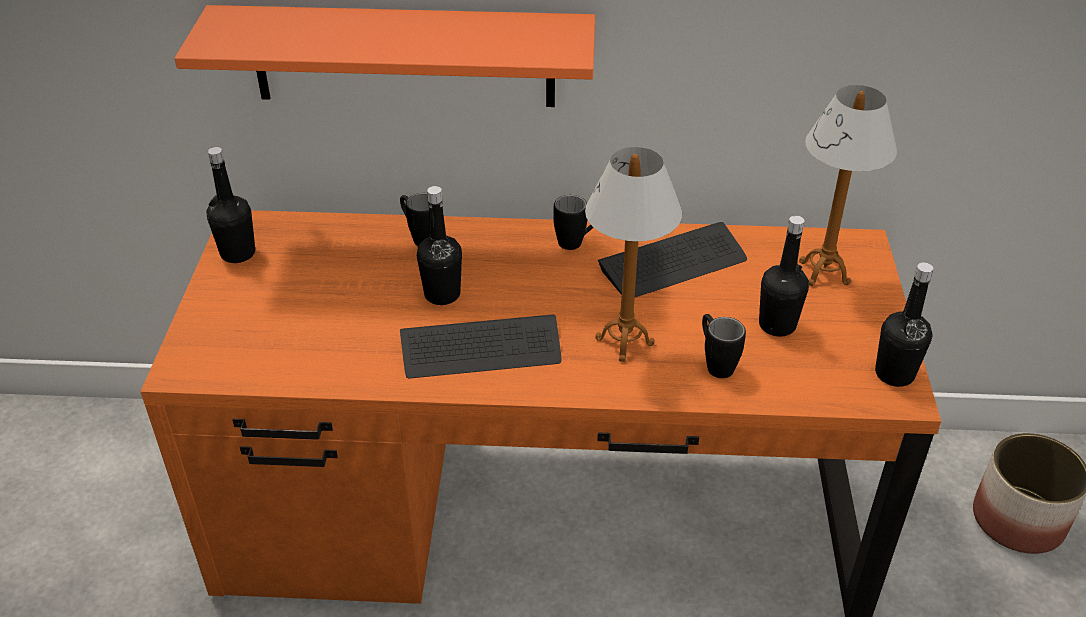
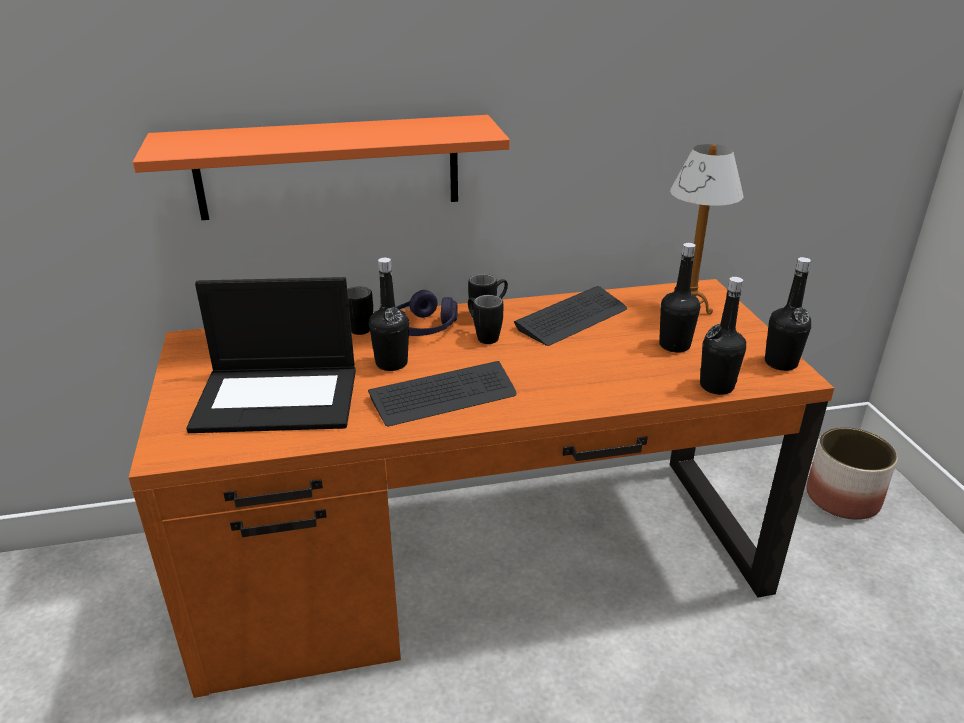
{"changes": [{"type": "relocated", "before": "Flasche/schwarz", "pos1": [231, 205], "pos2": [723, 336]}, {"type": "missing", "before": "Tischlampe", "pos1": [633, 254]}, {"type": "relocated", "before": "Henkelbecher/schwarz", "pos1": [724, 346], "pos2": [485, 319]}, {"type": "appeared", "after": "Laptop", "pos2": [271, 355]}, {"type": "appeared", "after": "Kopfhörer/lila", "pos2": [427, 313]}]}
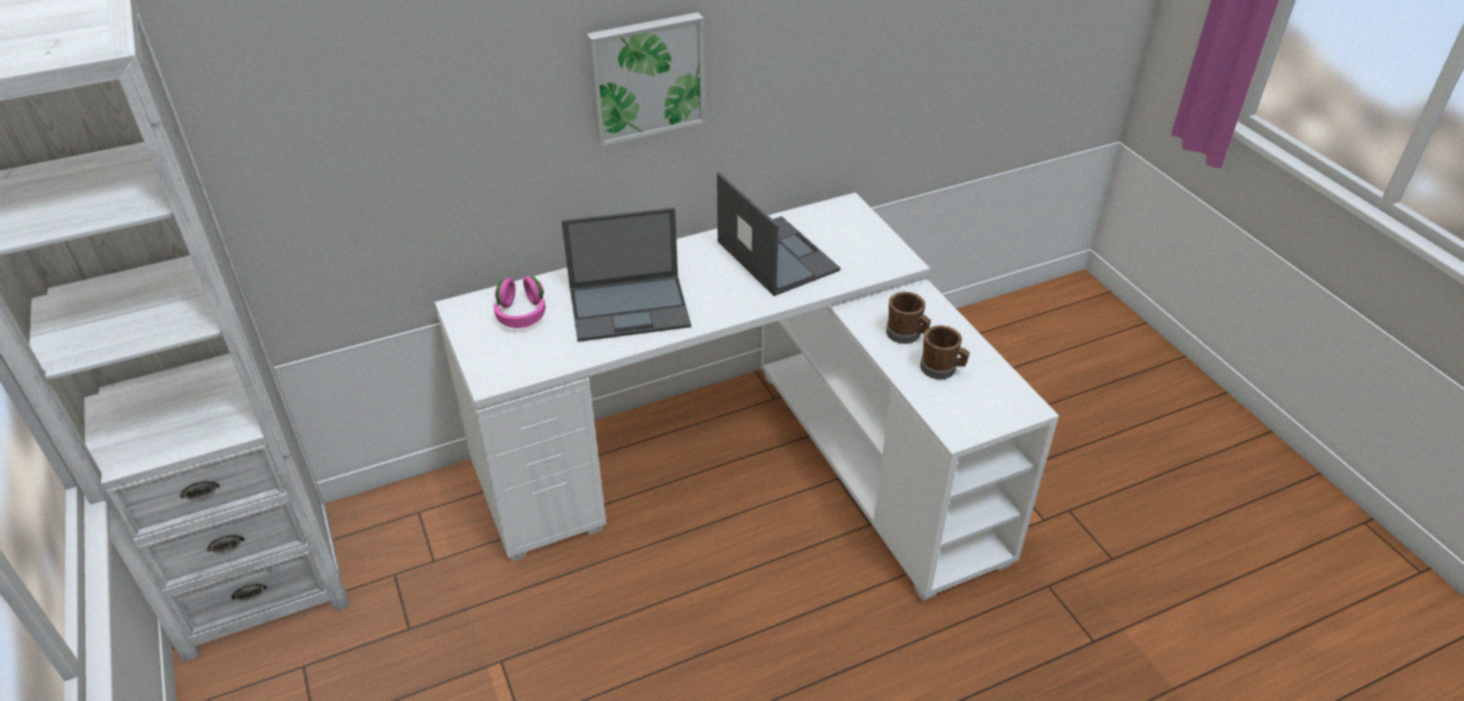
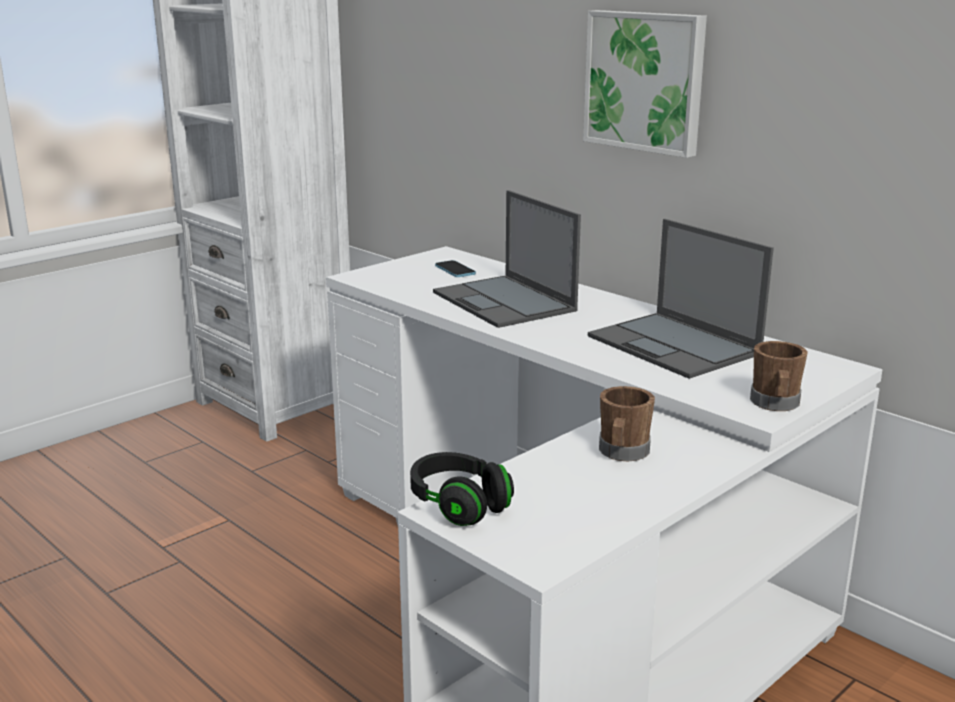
{"changes": [{"type": "spun", "before": "Laptop", "pos1": [778, 234], "pos2": [681, 299], "turn": 105}, {"type": "exchanged", "before": "Kopfhörer/rosa", "after": "Handy", "pos1": [519, 302], "pos2": [455, 268]}, {"type": "relocated", "before": "Henkelbecher/braun", "pos1": [945, 352], "pos2": [779, 376]}, {"type": "appeared", "after": "Kopfhörer/schwarz", "pos2": [462, 489]}]}
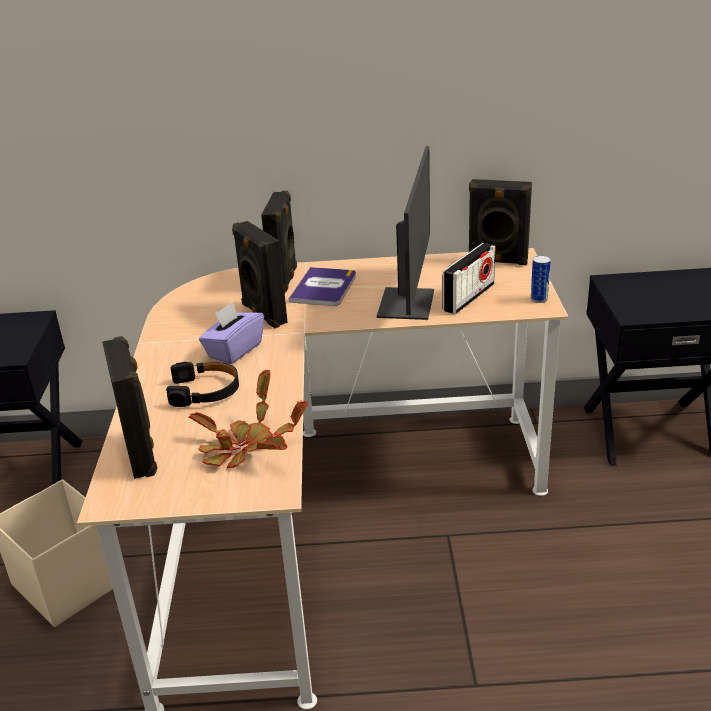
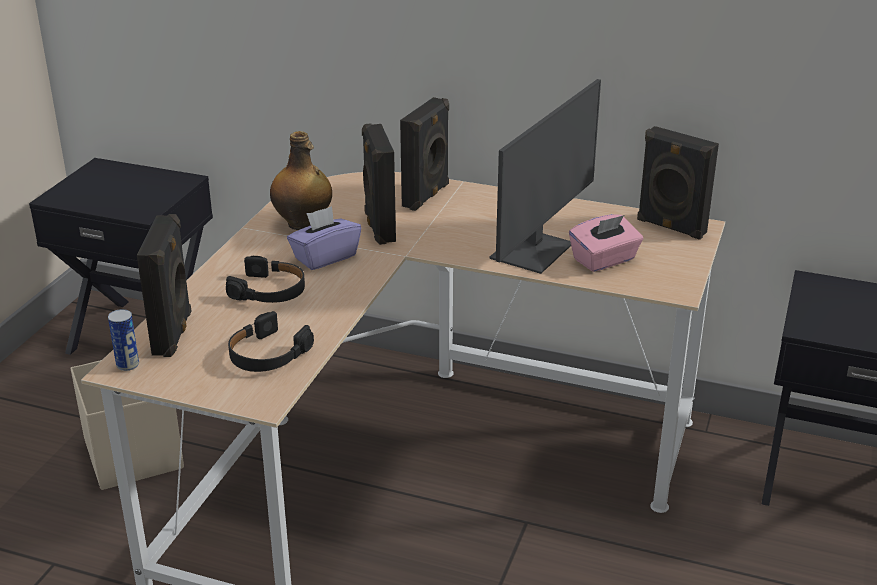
{"changes": [{"type": "exchanged", "before": "Radio", "after": "Taschentuchbox/rosa", "pos1": [468, 278], "pos2": [606, 243]}, {"type": "relocated", "before": "Dose", "pos1": [541, 279], "pos2": [123, 340]}, {"type": "missing", "before": "Buch", "pos1": [322, 286]}, {"type": "exchanged", "before": "Topfpflanze", "after": "Kopfhörer/schwarz", "pos1": [248, 419], "pos2": [271, 341]}, {"type": "appeared", "after": "Flasche", "pos2": [301, 180]}]}
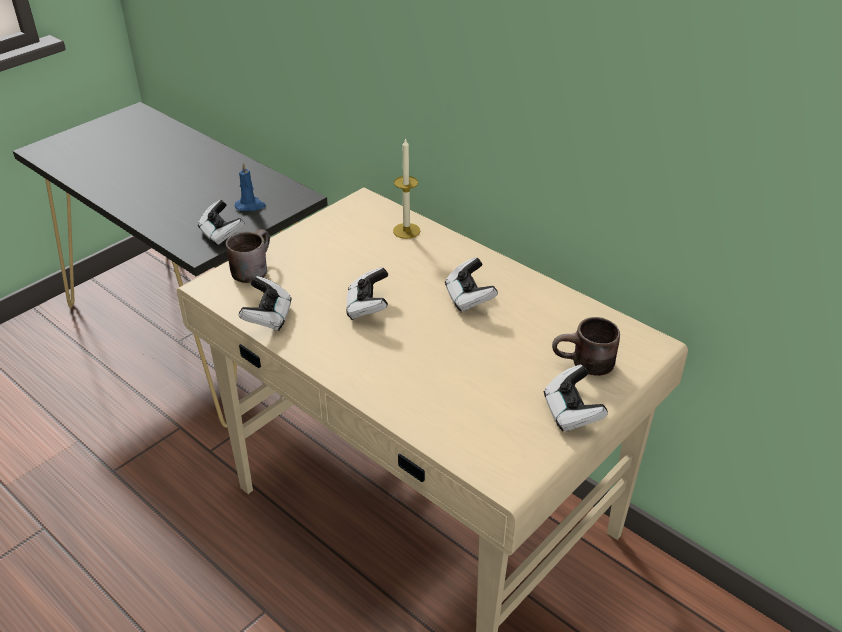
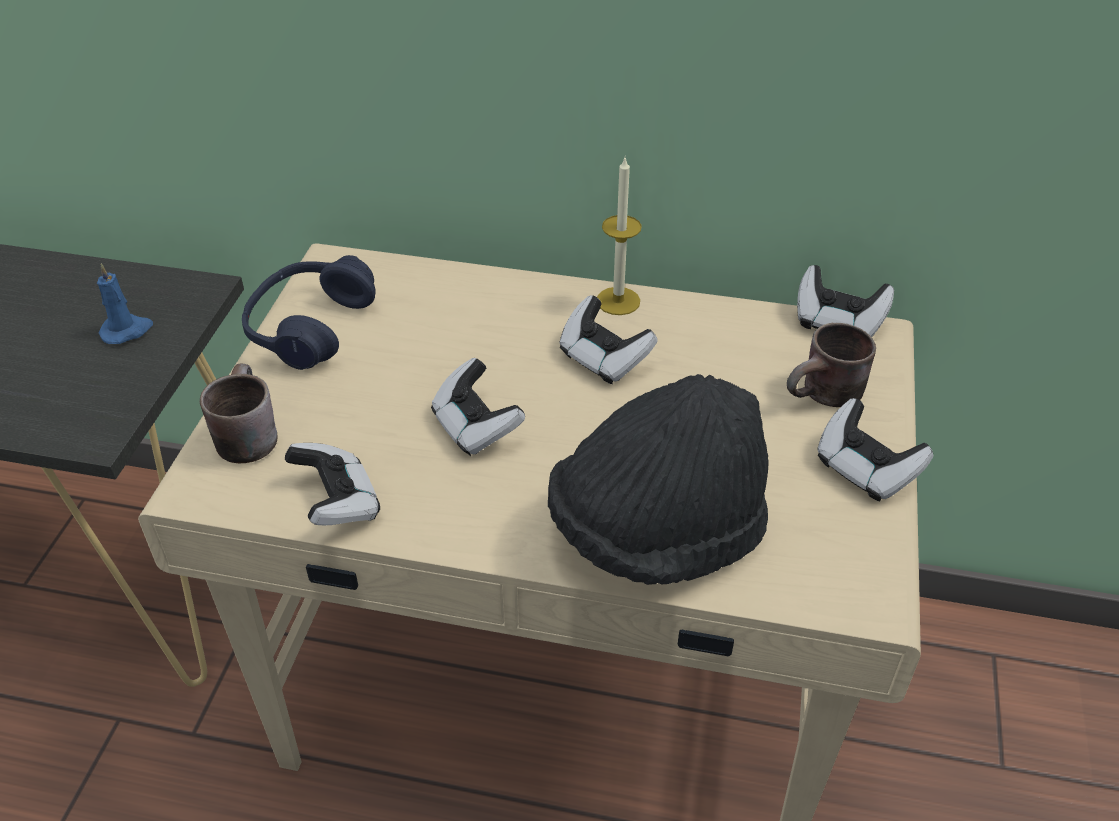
{"changes": [{"type": "relocated", "before": "Kerze", "pos1": [406, 188], "pos2": [619, 236]}, {"type": "relocated", "before": "Gamepad", "pos1": [221, 223], "pos2": [845, 301]}, {"type": "appeared", "after": "Kopfhörer/blau", "pos2": [309, 312]}, {"type": "appeared", "after": "Hut/schwarz", "pos2": [658, 479]}]}
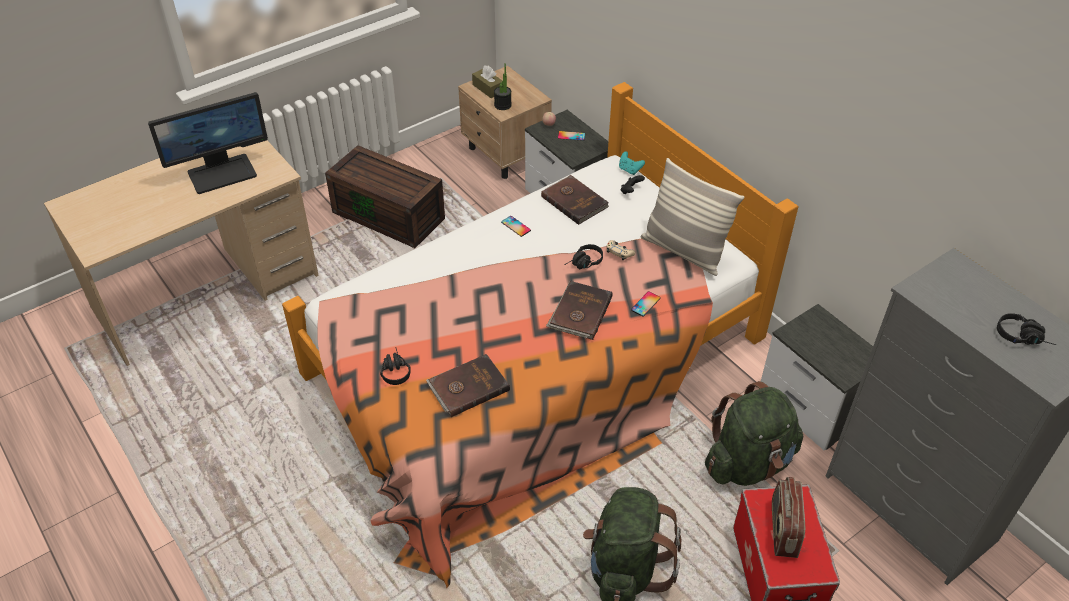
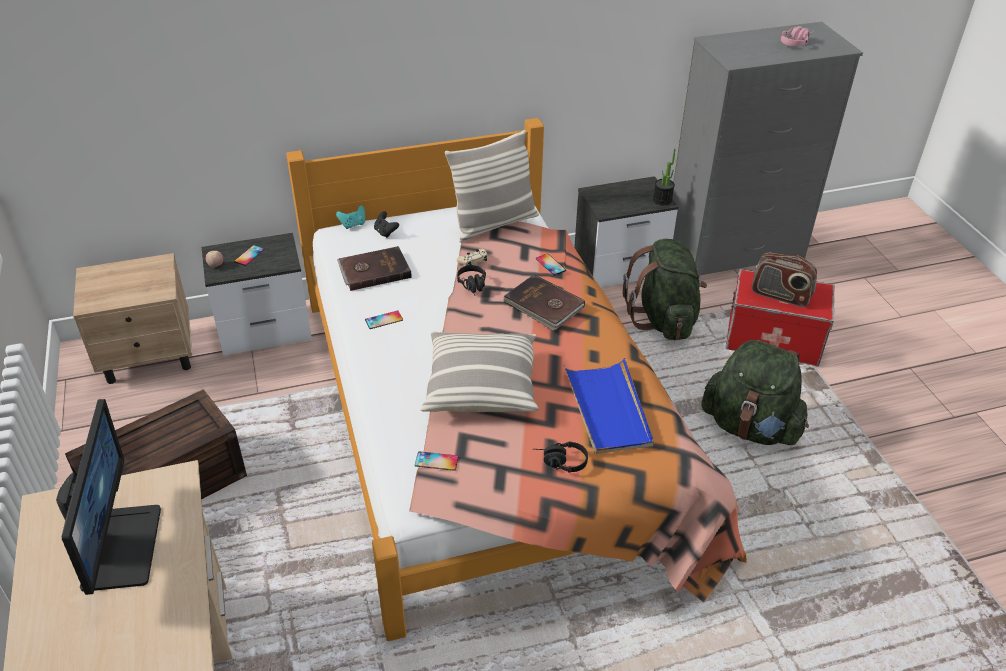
{"changes": [{"type": "relocated", "before": "Topfpflanze", "pos1": [503, 86], "pos2": [664, 177]}, {"type": "missing", "before": "Taschentuchbox/braun", "pos1": [487, 81]}, {"type": "colour", "before": "Kopfhörer/schwarz", "after": "Kopfhörer/rosa", "pos1": [1026, 329], "pos2": [797, 36]}, {"type": "exchanged", "before": "Buch/braun", "after": "Tablett/blau", "pos1": [468, 385], "pos2": [608, 406]}, {"type": "appeared", "after": "Kissen", "pos2": [479, 371]}, {"type": "appeared", "after": "Handy", "pos2": [436, 461]}]}
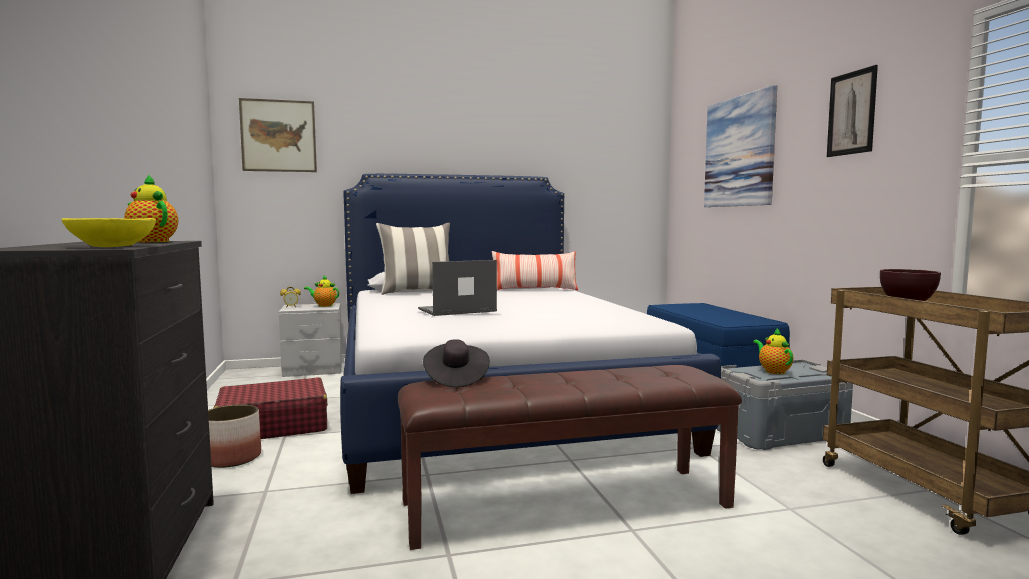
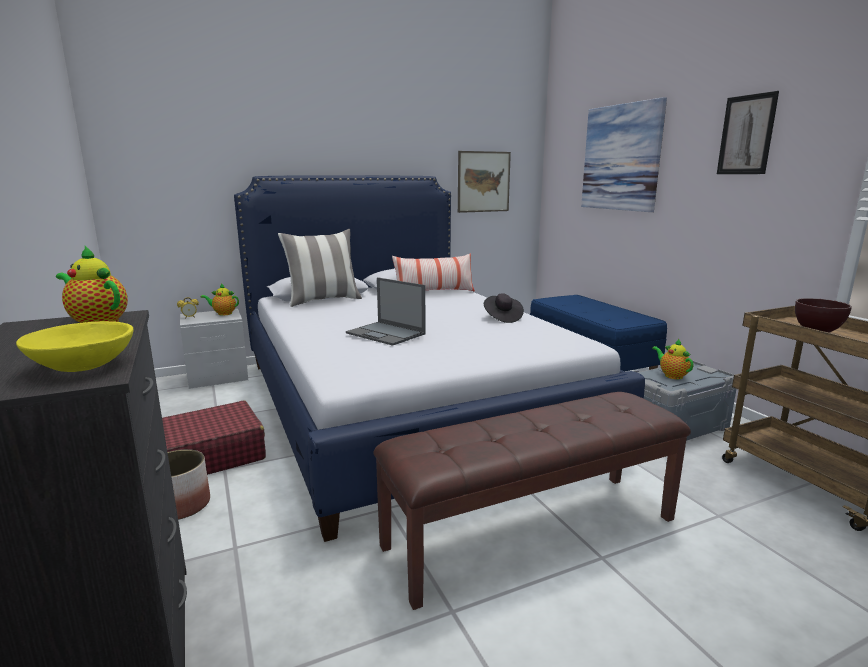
{"changes": [{"type": "relocated", "before": "Bild", "pos1": [278, 135], "pos2": [484, 182]}, {"type": "spun", "before": "Laptop", "pos1": [457, 288], "pos2": [386, 311], "turn": -105}, {"type": "relocated", "before": "Hut/schwarz", "pos1": [456, 363], "pos2": [504, 308]}]}
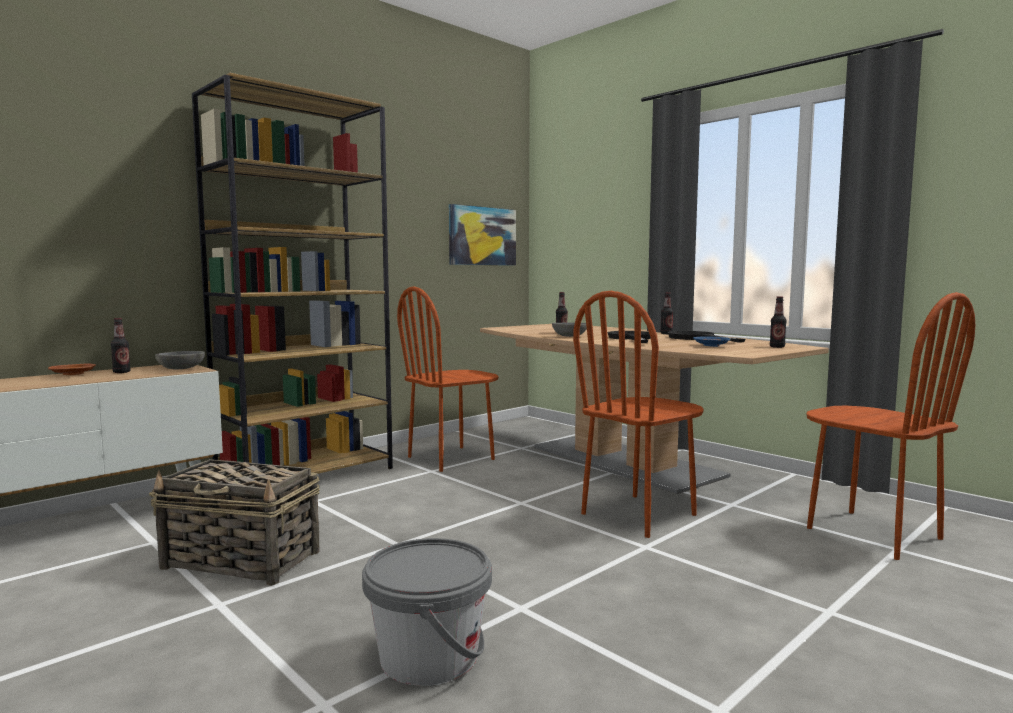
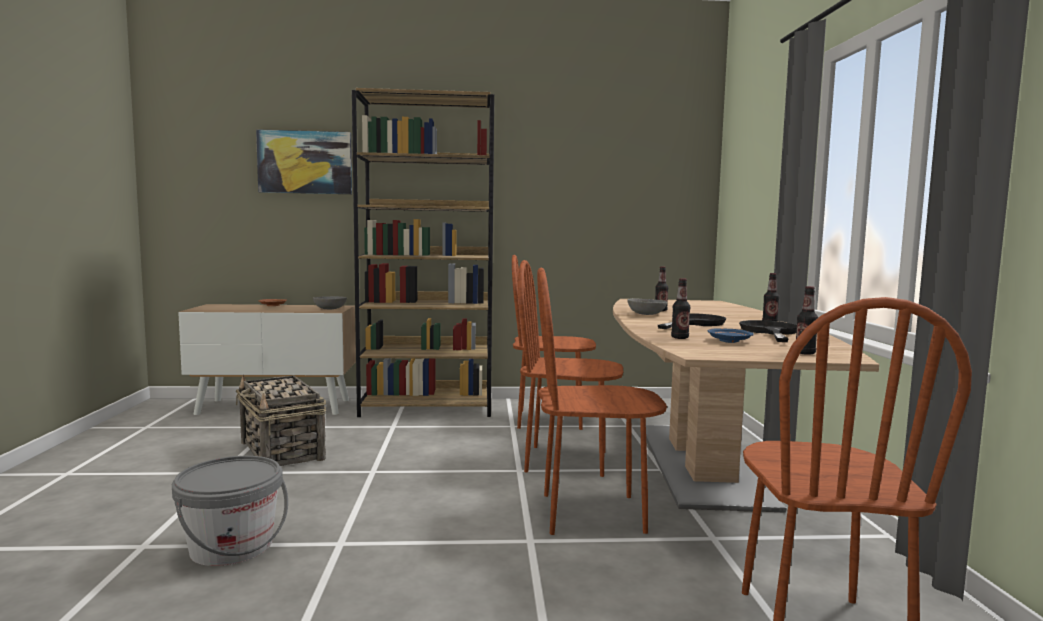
{"changes": [{"type": "relocated", "before": "Bild", "pos1": [482, 234], "pos2": [304, 161]}, {"type": "relocated", "before": "Flasche", "pos1": [121, 345], "pos2": [680, 308]}, {"type": "appeared", "after": "Stuhl/braun", "pos2": [570, 368]}]}
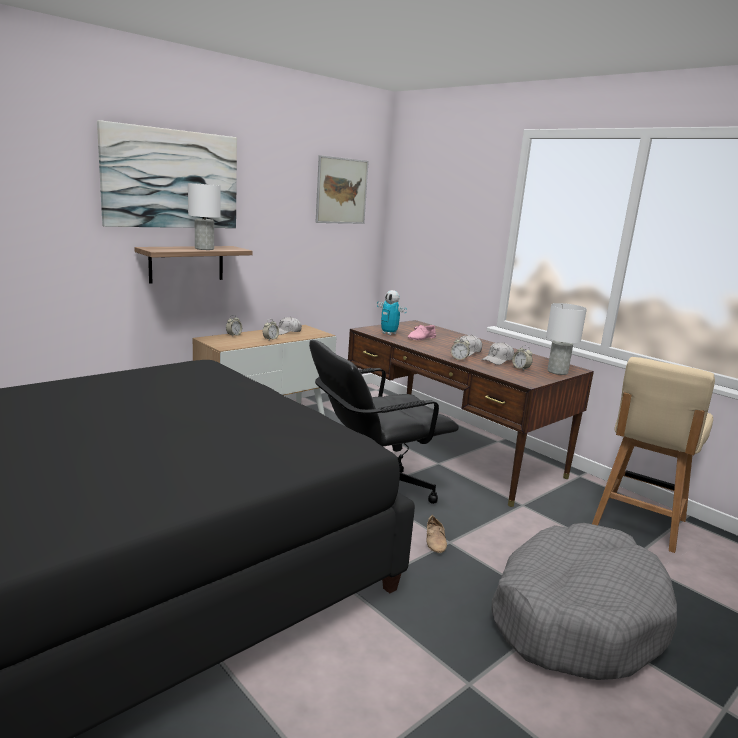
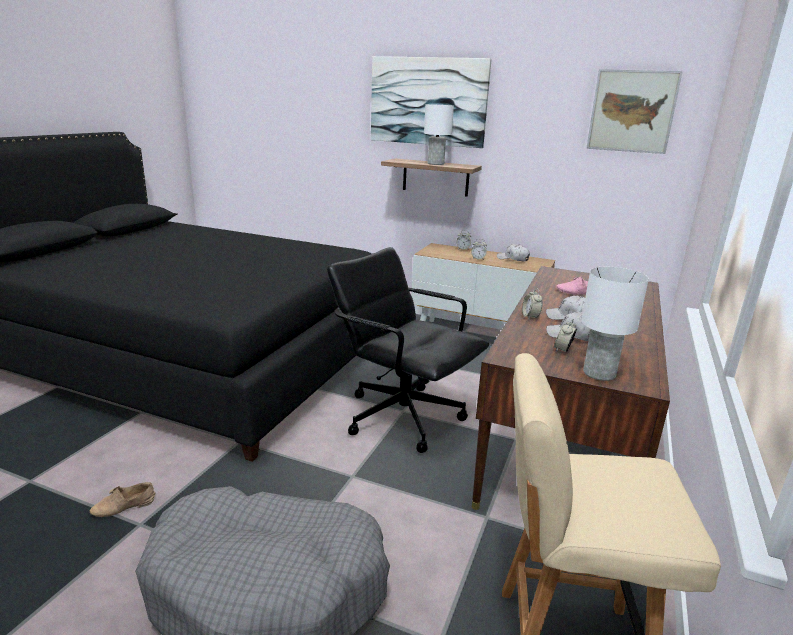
{"changes": [{"type": "missing", "before": "Spielzeugroboter", "pos1": [392, 312]}, {"type": "relocated", "before": "Schuh/beige", "pos1": [436, 534], "pos2": [122, 499]}]}
